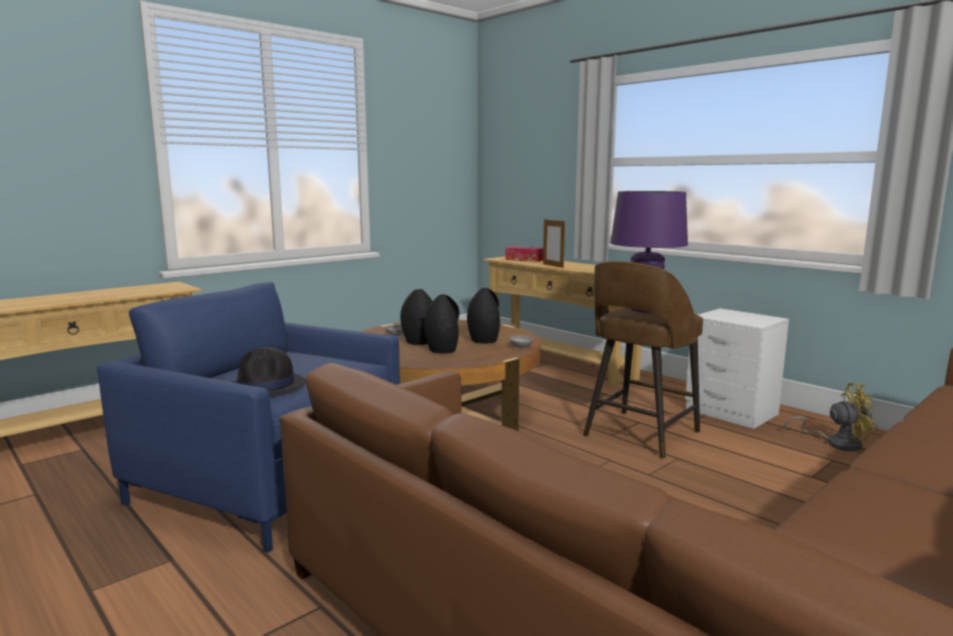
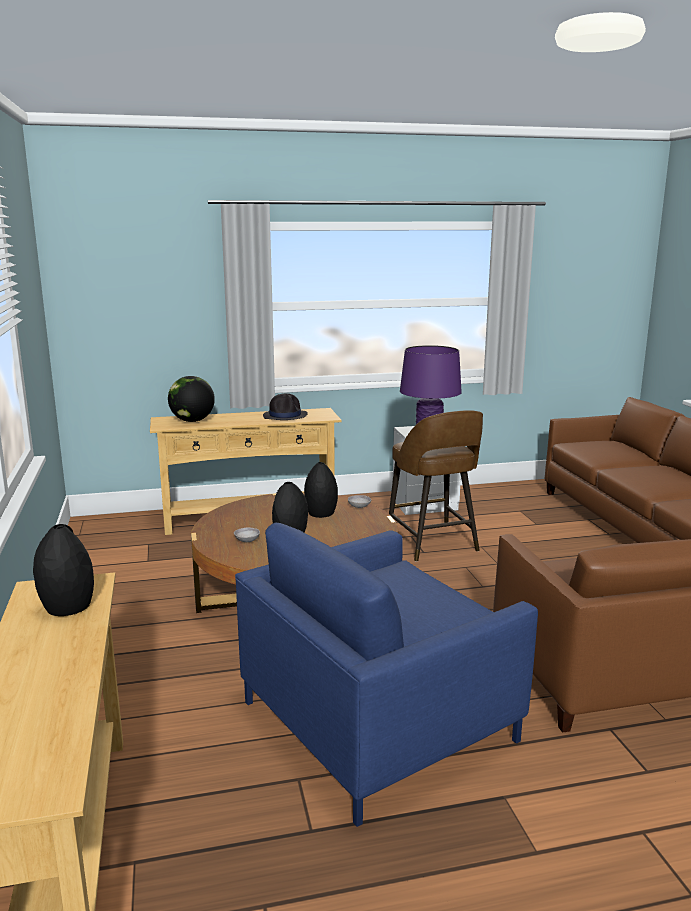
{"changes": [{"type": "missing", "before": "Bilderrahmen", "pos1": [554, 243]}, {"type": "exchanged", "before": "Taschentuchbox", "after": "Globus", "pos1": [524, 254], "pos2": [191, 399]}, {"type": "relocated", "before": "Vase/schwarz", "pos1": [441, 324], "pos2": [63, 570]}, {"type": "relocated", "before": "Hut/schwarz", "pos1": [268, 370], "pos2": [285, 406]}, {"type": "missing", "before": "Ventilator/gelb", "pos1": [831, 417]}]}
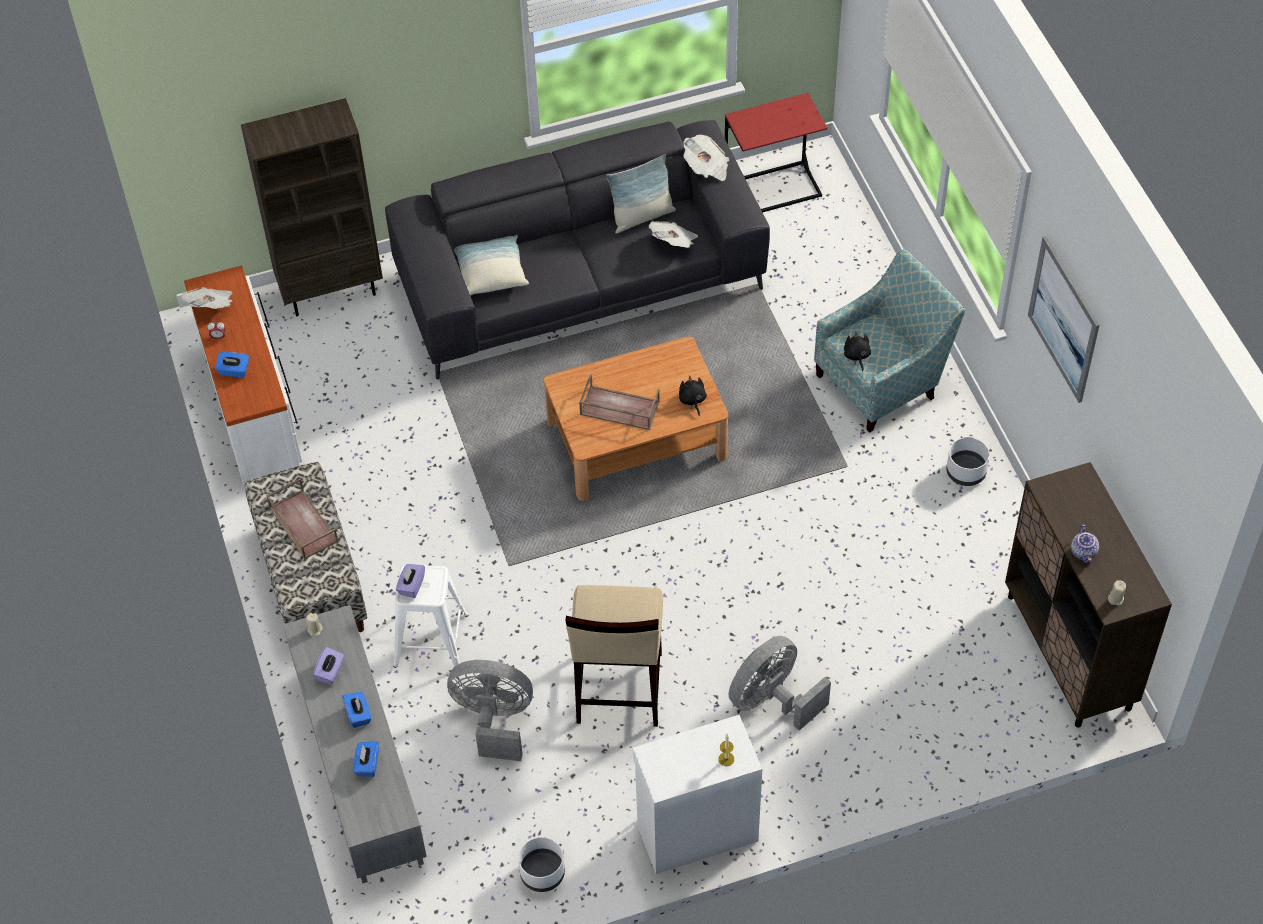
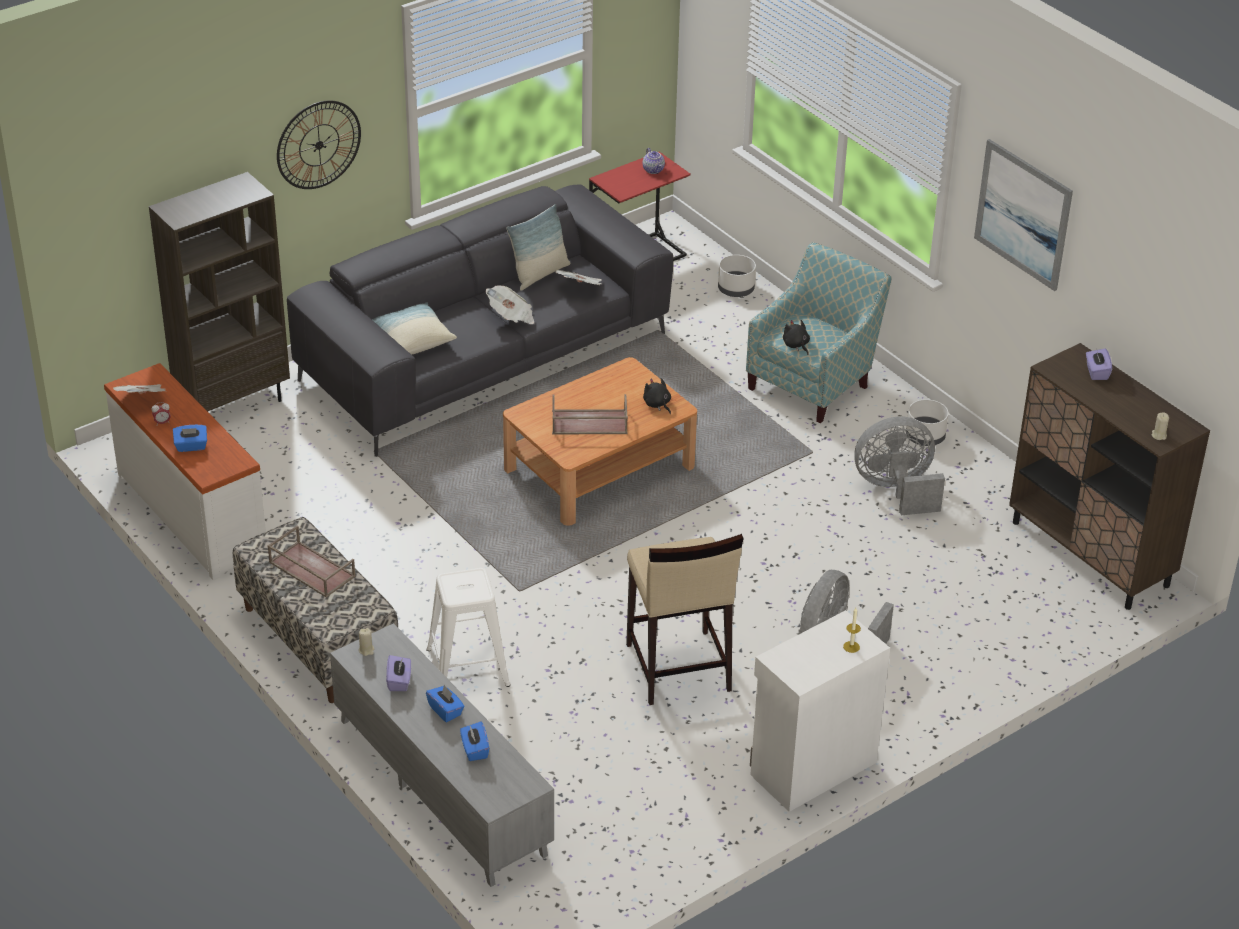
{"changes": [{"type": "relocated", "before": "Zeitung", "pos1": [706, 158], "pos2": [510, 305]}, {"type": "relocated", "before": "Teekanne", "pos1": [1085, 543], "pos2": [654, 161]}, {"type": "relocated", "before": "Taschentuchbox/lila", "pos1": [410, 581], "pos2": [1099, 364]}, {"type": "relocated", "before": "Ventilator/grau", "pos1": [490, 710], "pos2": [899, 465]}, {"type": "relocated", "before": "Pflanzkübel/weiß", "pos1": [541, 864], "pos2": [737, 276]}, {"type": "appeared", "after": "Wanduhr", "pos2": [319, 144]}]}
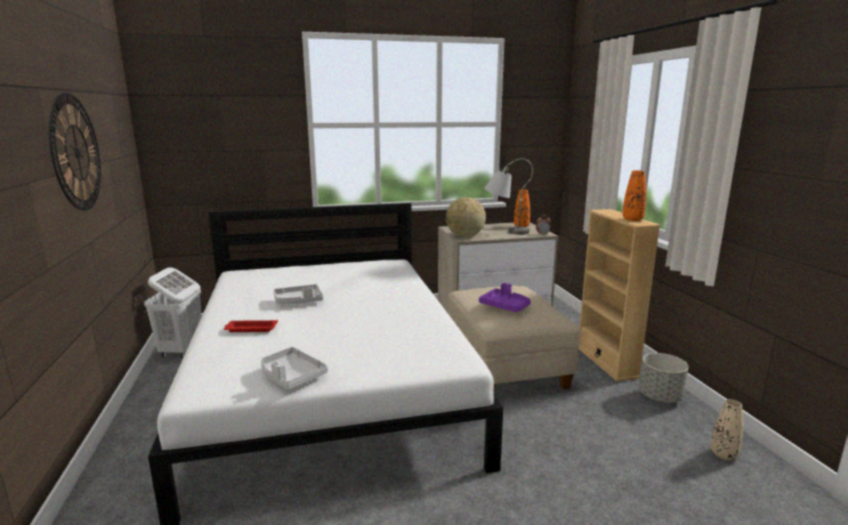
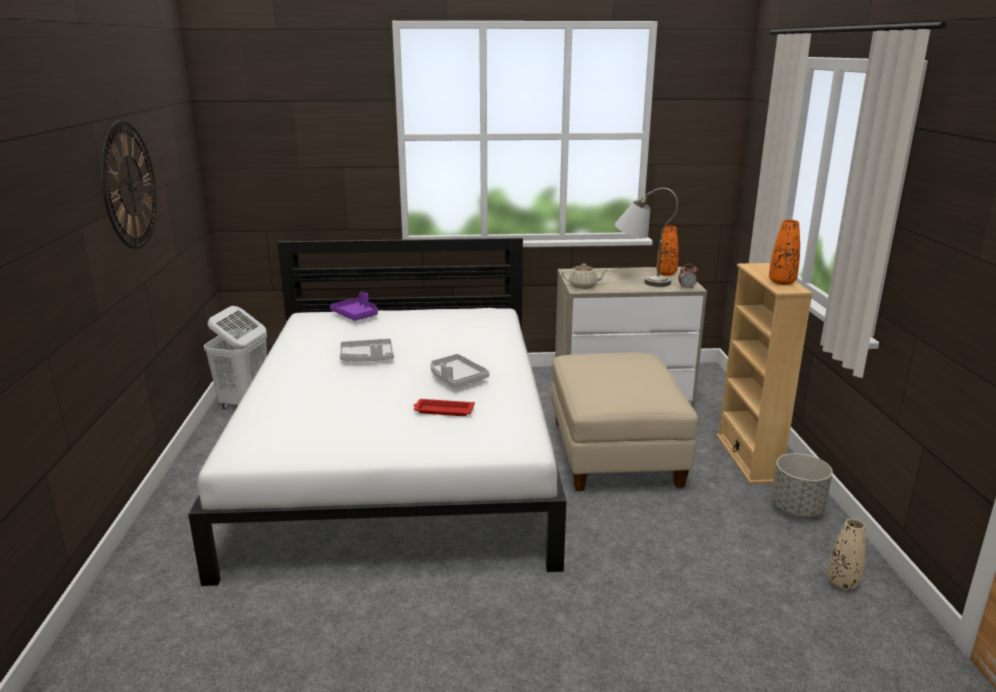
{"changes": [{"type": "exchanged", "before": "Globus", "after": "Teekanne/beige", "pos1": [466, 217], "pos2": [585, 276]}, {"type": "relocated", "before": "Tablett/lila", "pos1": [505, 297], "pos2": [354, 306]}, {"type": "relocated", "before": "Tablett/rot", "pos1": [251, 326], "pos2": [444, 407]}, {"type": "relocated", "before": "Tablett/grau", "pos1": [294, 368], "pos2": [459, 371]}]}
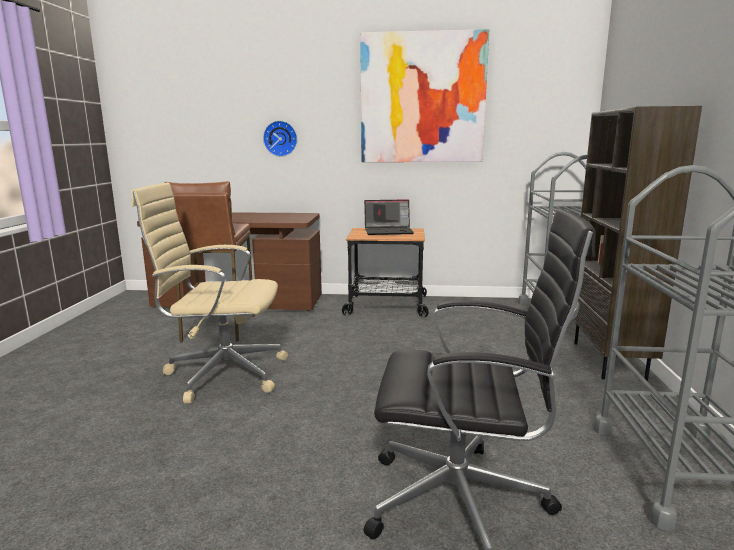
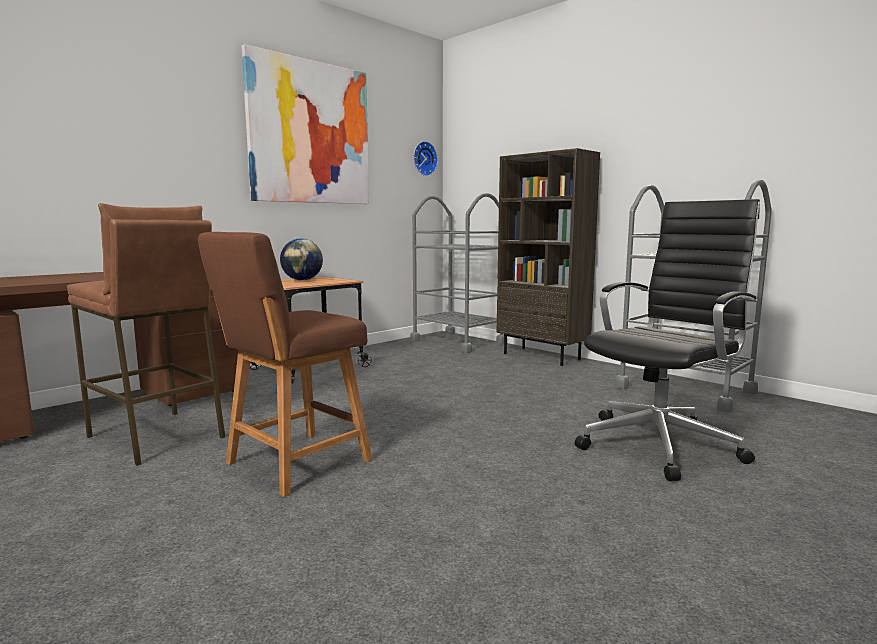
{"changes": [{"type": "relocated", "before": "Wanduhr", "pos1": [280, 139], "pos2": [425, 158]}, {"type": "exchanged", "before": "Bürostuhl/beige", "after": "Hocker/braun", "pos1": [209, 292], "pos2": [285, 364]}, {"type": "exchanged", "before": "Laptop", "after": "Globus", "pos1": [389, 217], "pos2": [301, 259]}]}
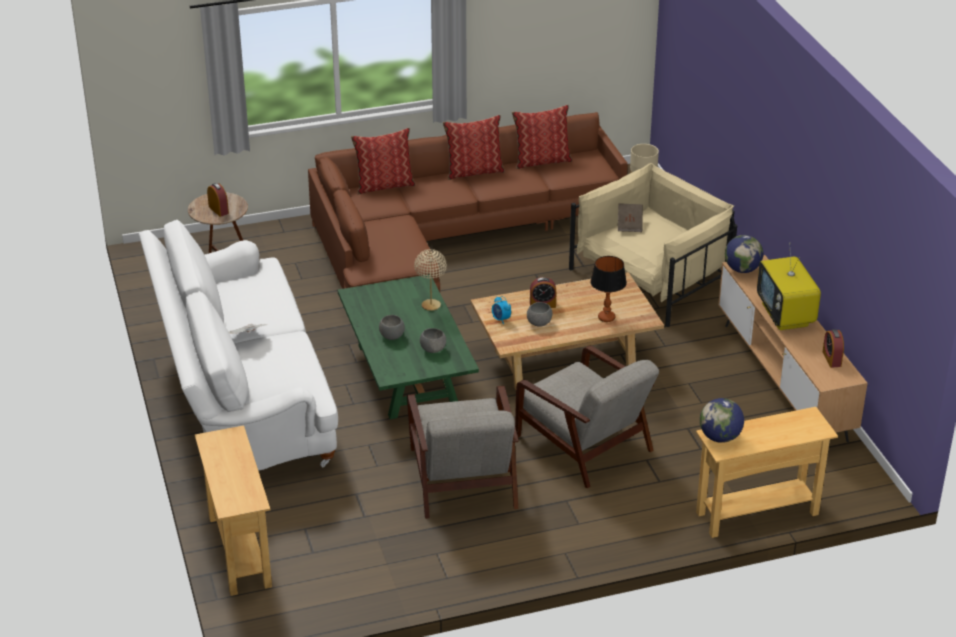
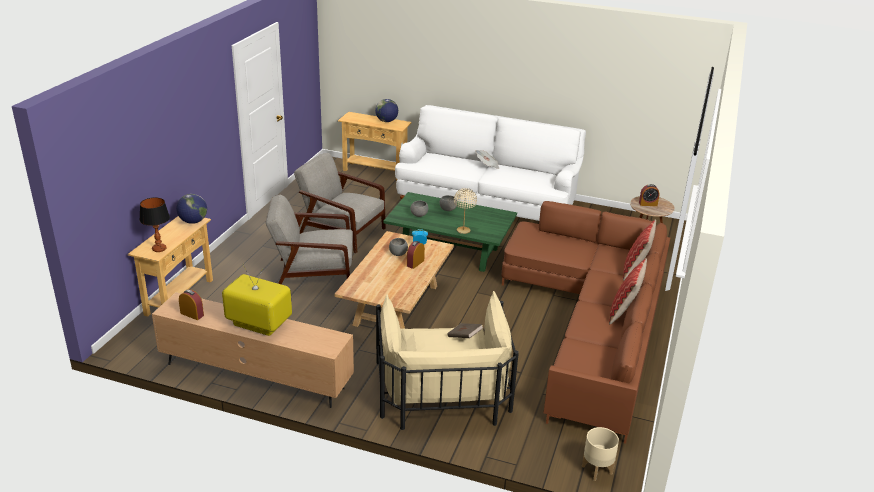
{"changes": [{"type": "missing", "before": "Kissen", "pos1": [542, 136]}, {"type": "relocated", "before": "Globus", "pos1": [744, 254], "pos2": [386, 110]}, {"type": "relocated", "before": "Tischlampe", "pos1": [608, 289], "pos2": [154, 224]}]}
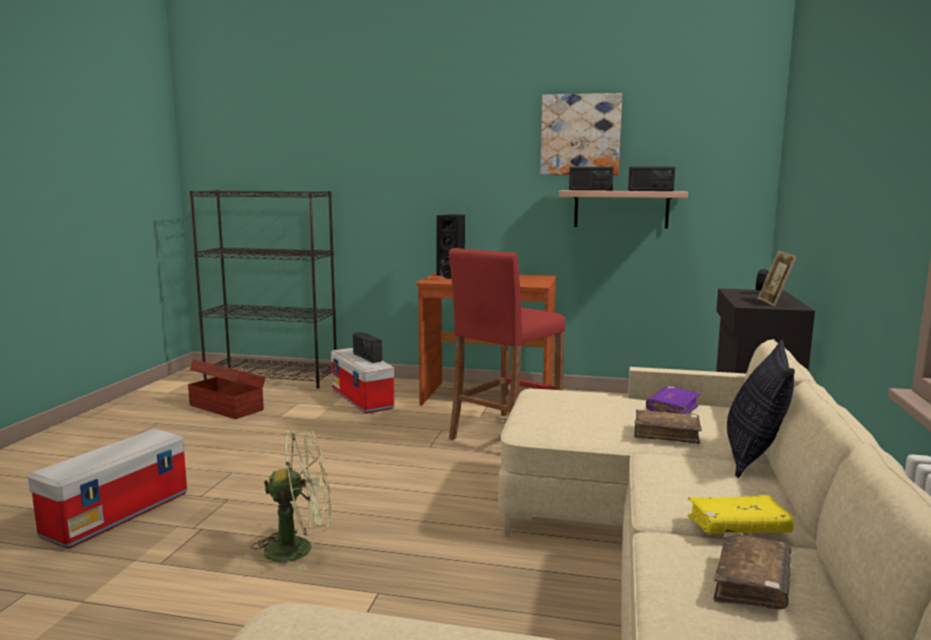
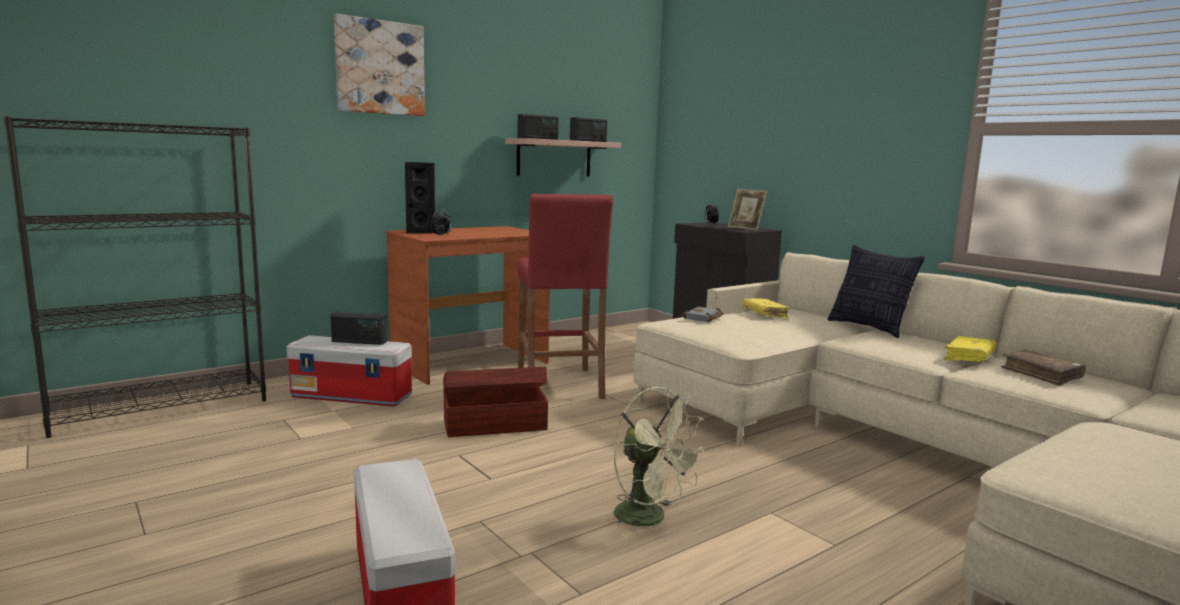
{"changes": [{"type": "relocated", "before": "Bild", "pos1": [581, 134], "pos2": [379, 65]}, {"type": "relocated", "before": "Aufbewahrungsbox/braun", "pos1": [227, 389], "pos2": [495, 402]}, {"type": "colour", "before": "Buch/lila", "after": "Buch/gelb", "pos1": [673, 400], "pos2": [766, 308]}, {"type": "missing", "before": "Buch/braun", "pos1": [668, 427]}, {"type": "spun", "before": "Ventilator/grün", "pos1": [291, 500], "pos2": [660, 462], "turn": 105}, {"type": "appeared", "after": "Buch/grau", "pos2": [702, 314]}]}
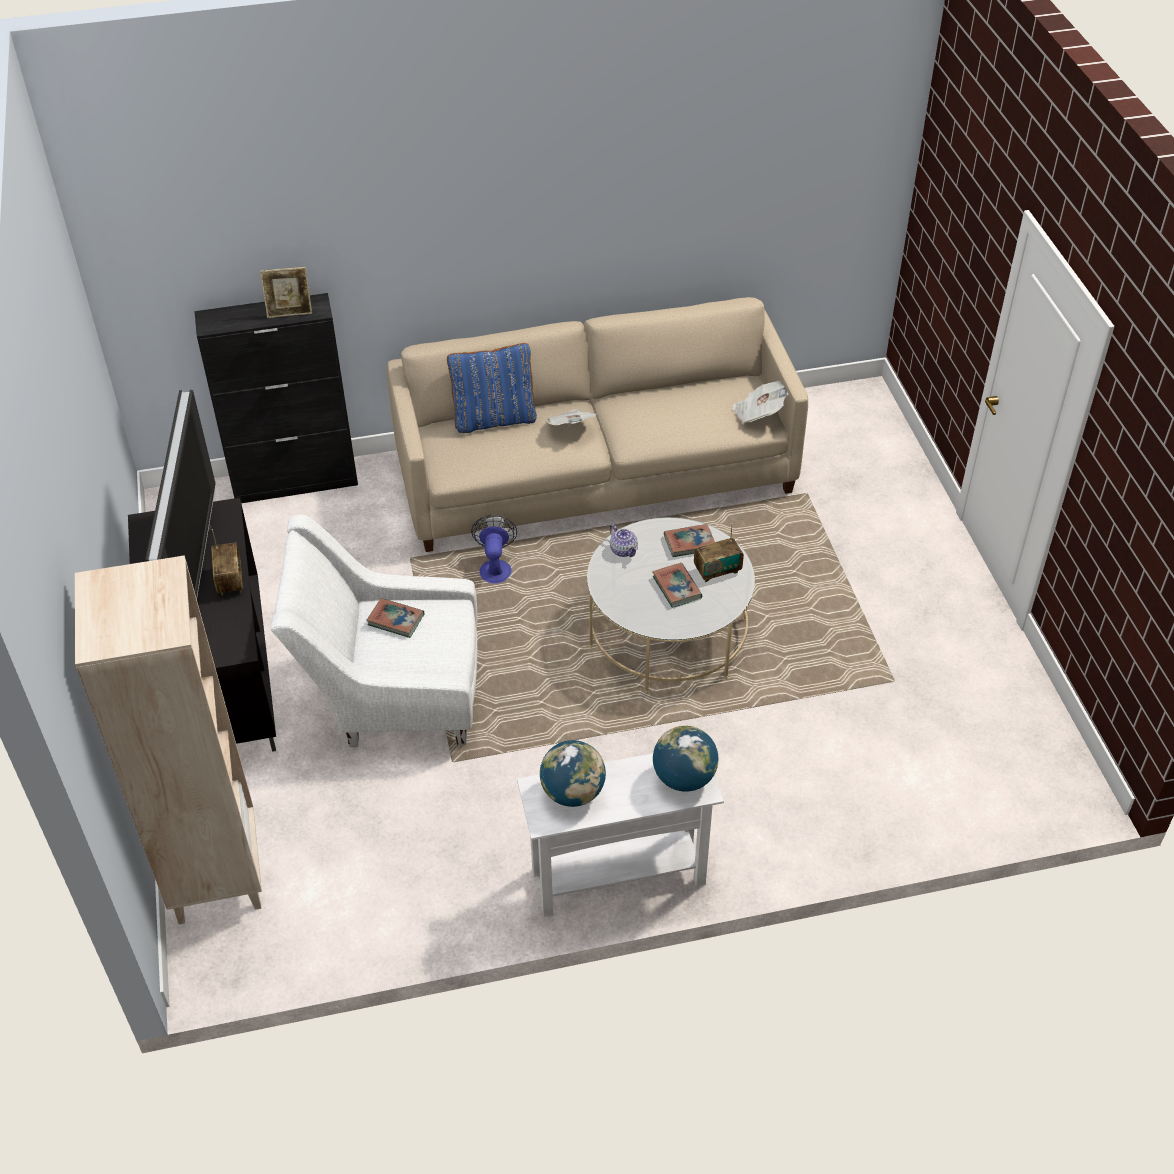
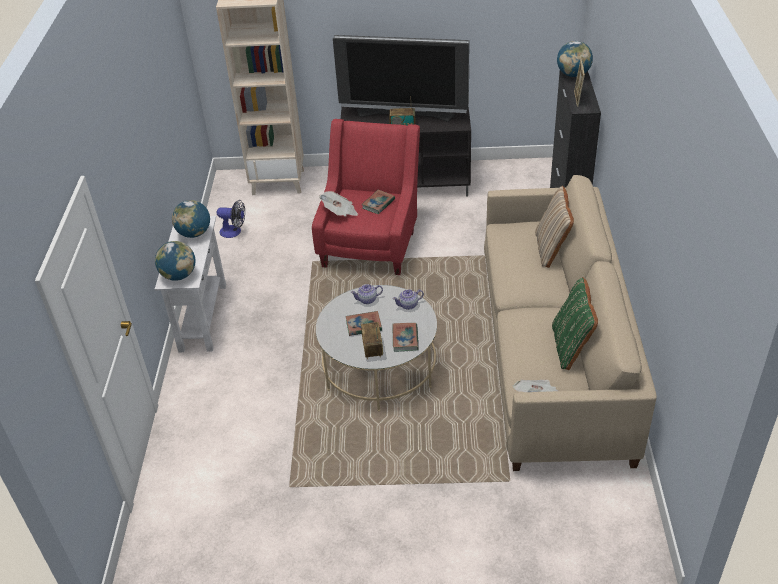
{"changes": [{"type": "colour", "before": "Kissen/blau", "after": "Kissen/beige", "pos1": [492, 388], "pos2": [554, 227]}, {"type": "relocated", "before": "Zeitung", "pos1": [571, 417], "pos2": [338, 204]}, {"type": "colour", "before": "Sessel/weiß", "after": "Sessel/rot", "pos1": [374, 631], "pos2": [366, 197]}, {"type": "relocated", "before": "Ventilator", "pos1": [494, 549], "pos2": [231, 219]}, {"type": "appeared", "after": "Globus", "pos2": [575, 59]}, {"type": "appeared", "after": "Kissen/grün", "pos2": [575, 323]}, {"type": "appeared", "after": "Teekanne", "pos2": [366, 294]}]}
